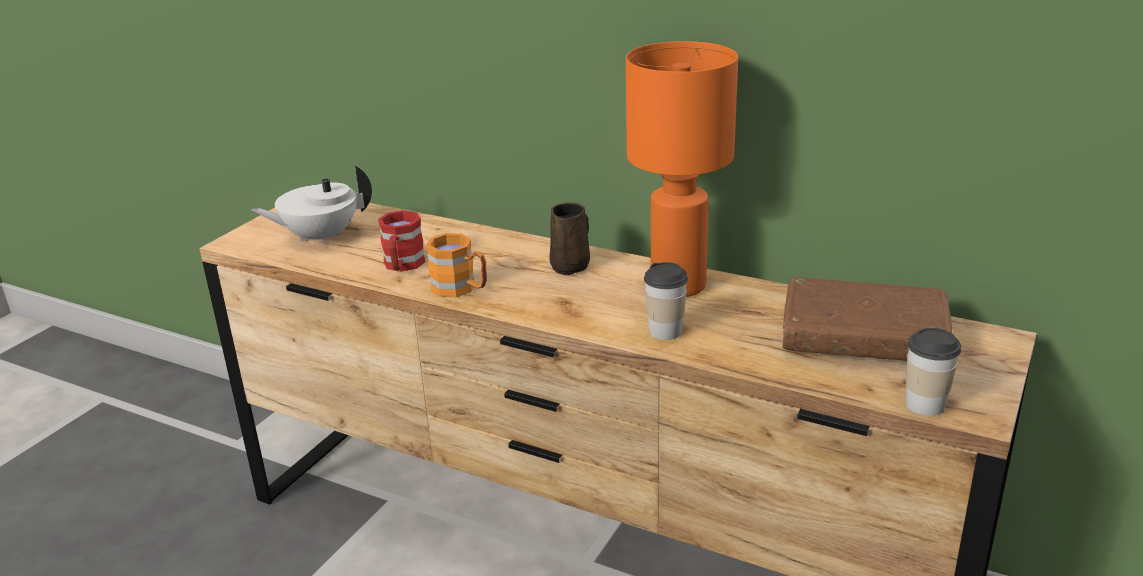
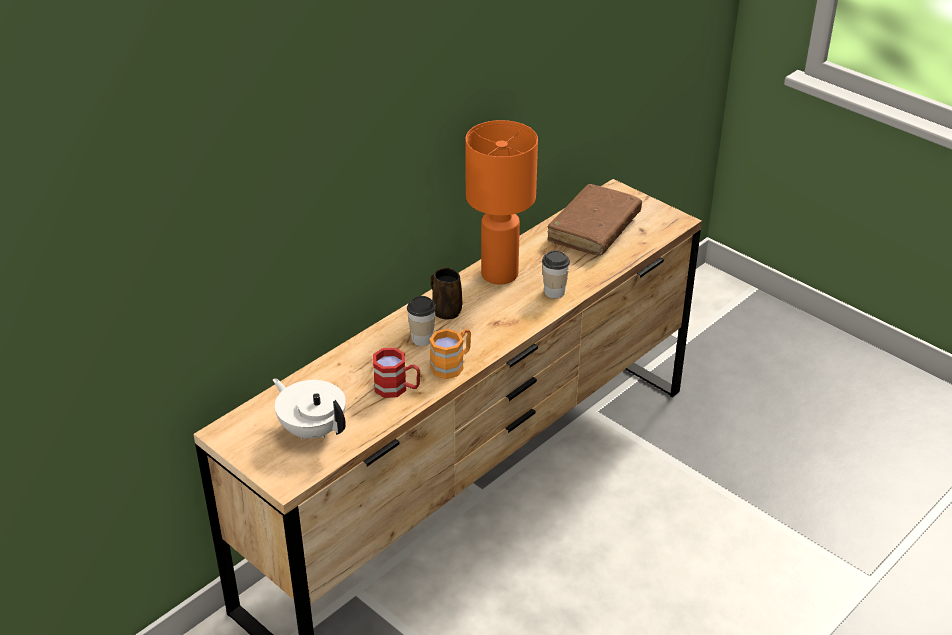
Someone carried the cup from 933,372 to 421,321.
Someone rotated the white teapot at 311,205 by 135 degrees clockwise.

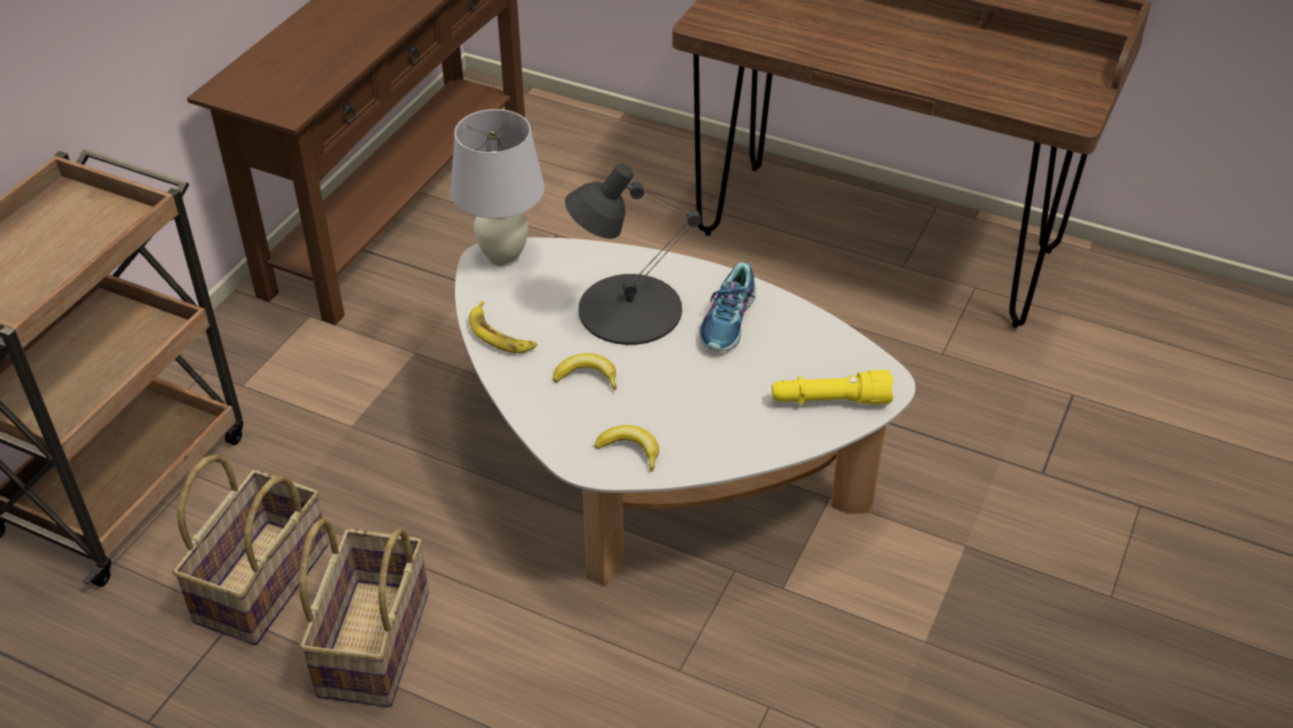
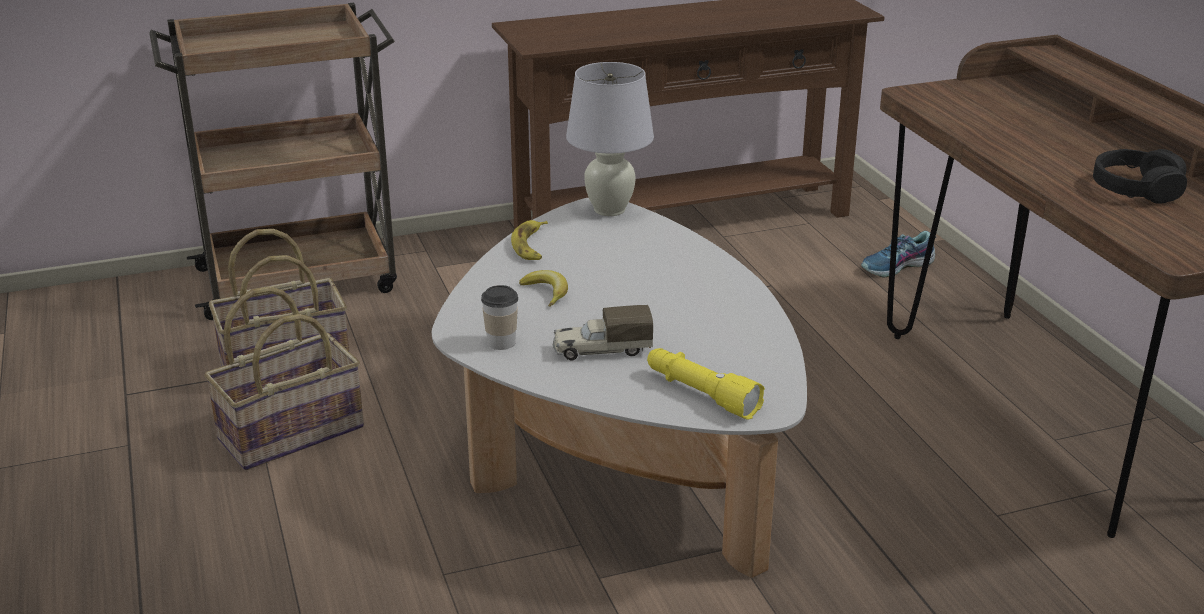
Someone took away the black table lamp at 633,254.
Someone put down the toy truck at 603,332.
Someone put down the black headphones at 1140,176.
Someone carried the shoe from 727,306 to 898,254.
Someone swapped the banana at 626,448 for the cup at 499,317.

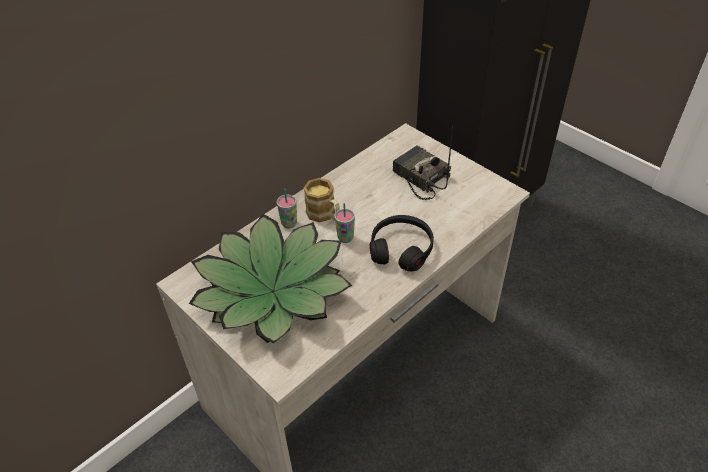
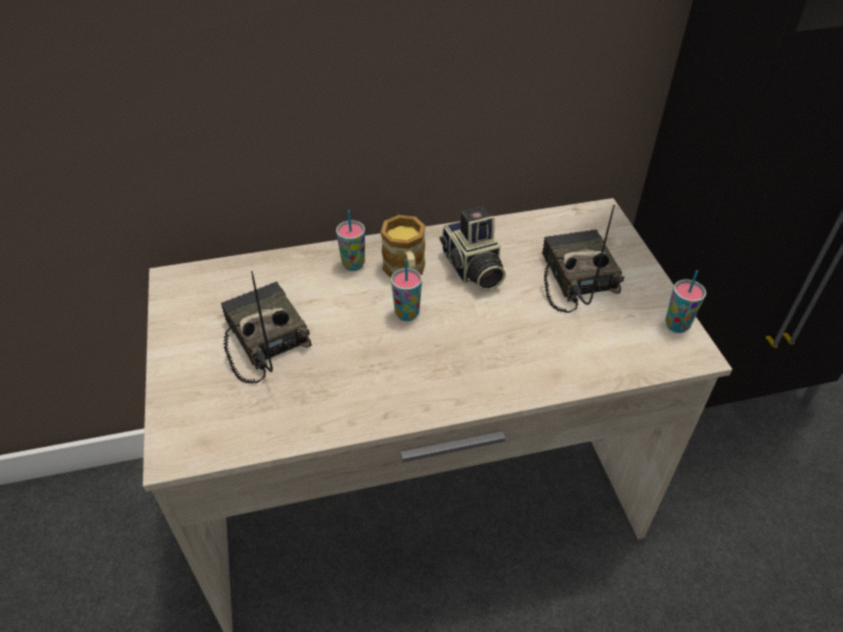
Someone took away the black headphones at 402,243.
Someone put down the photo camera at 473,249.
Someone put down the cup at 685,301.
Someone swapped the potted plant at 270,278 for the radio at 266,327.

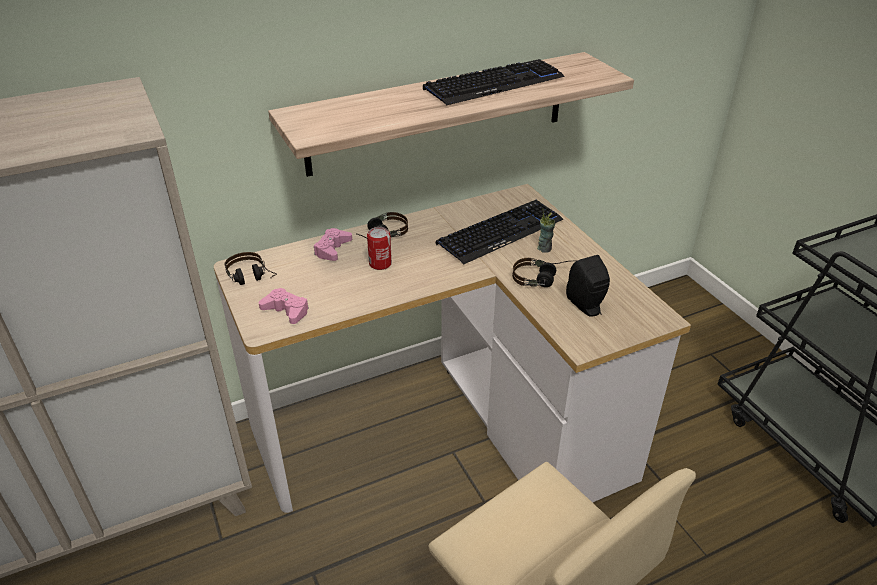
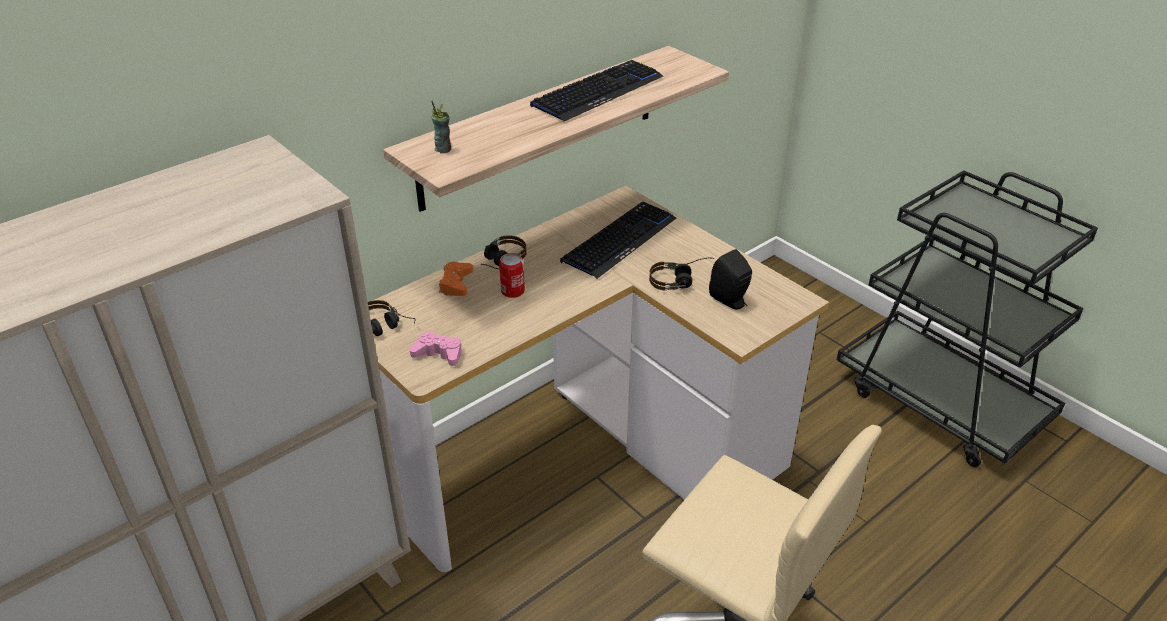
Someone carried the cup from 546,231 to 441,127.
Someone repainted the pink game controller at 333,244, which became the orange game controller at 456,279.

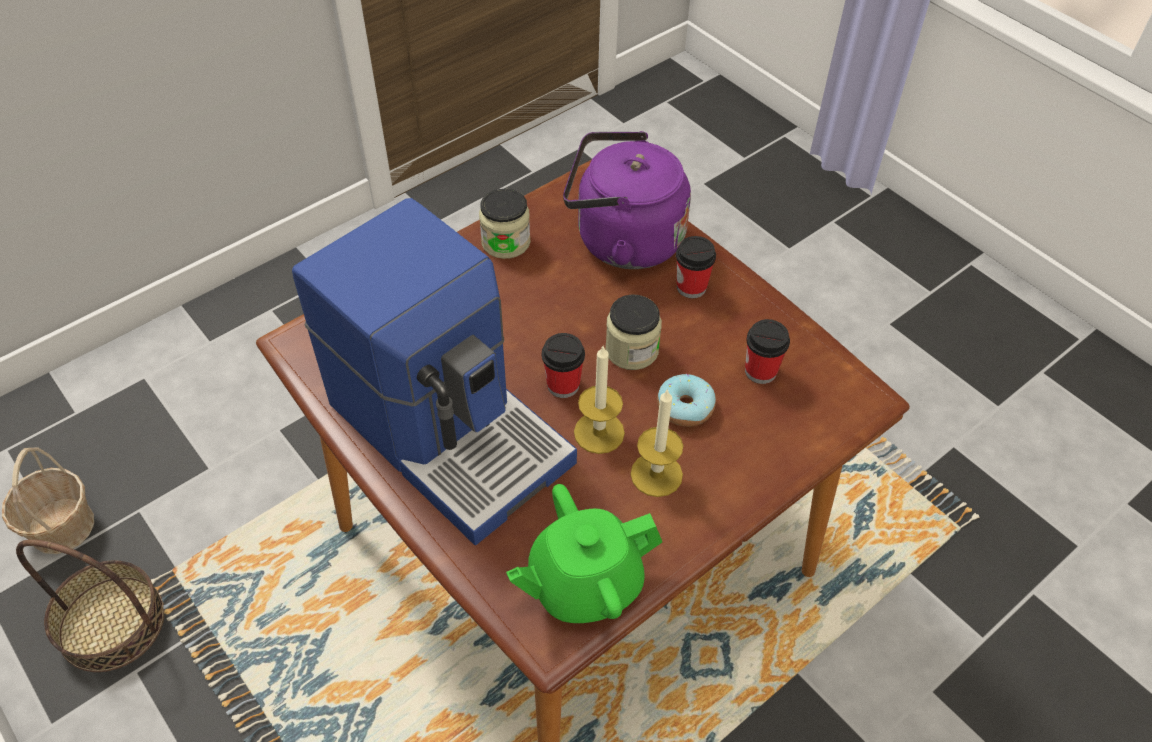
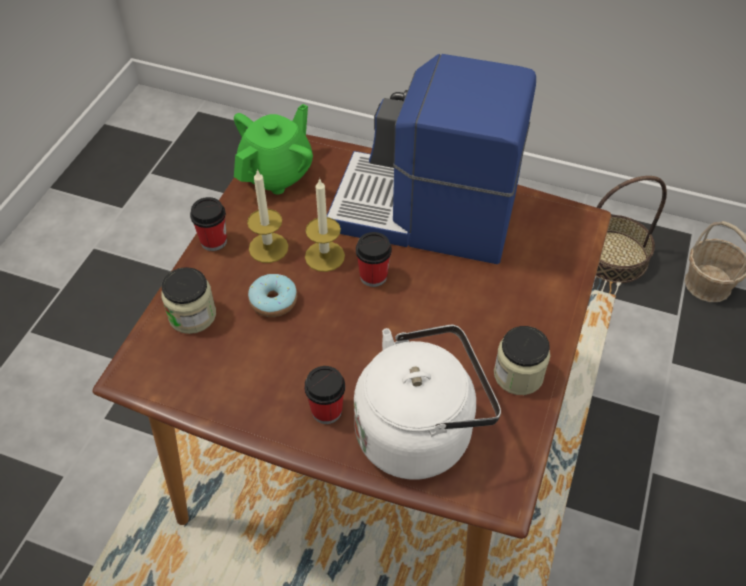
Someone carried the jar from 633,332 to 188,300.
Someone carried the cup from 767,351 to 208,224.
Someone repainted the purple kettle at 627,200, which became the white kettle at 427,402.

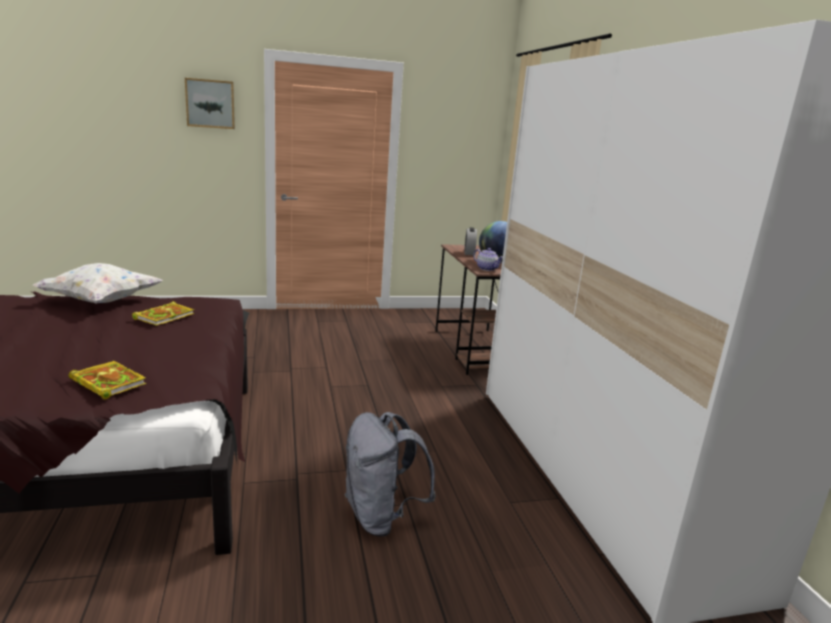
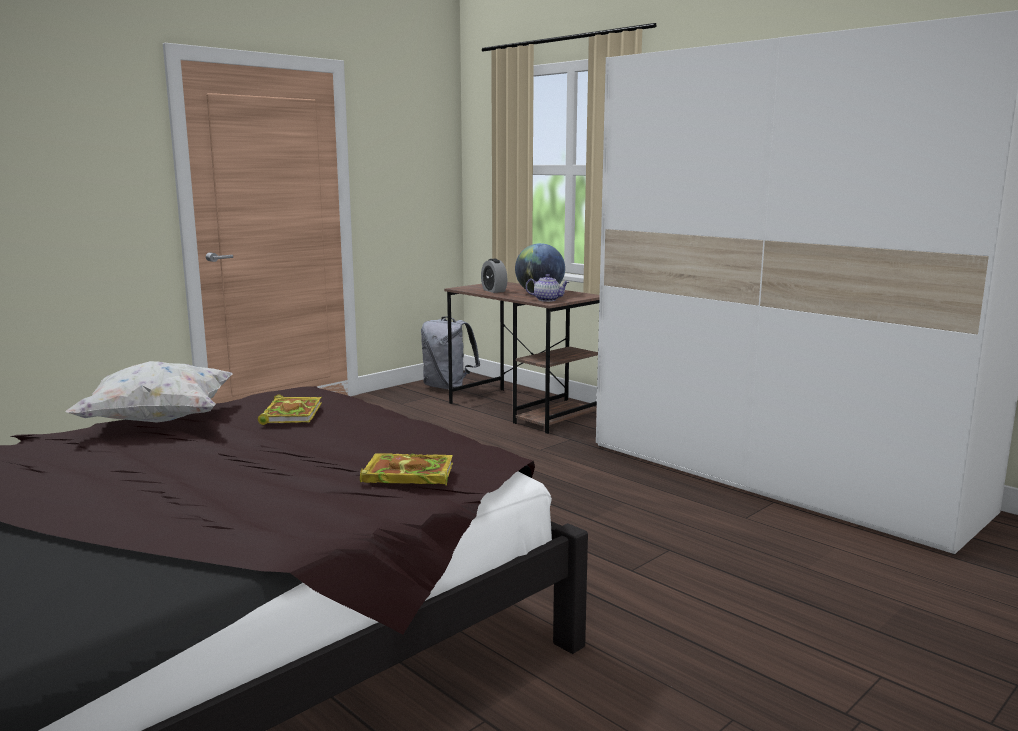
Someone took away the picture at 210,103.
Someone carried the grey backpack from 390,474 to 450,352.

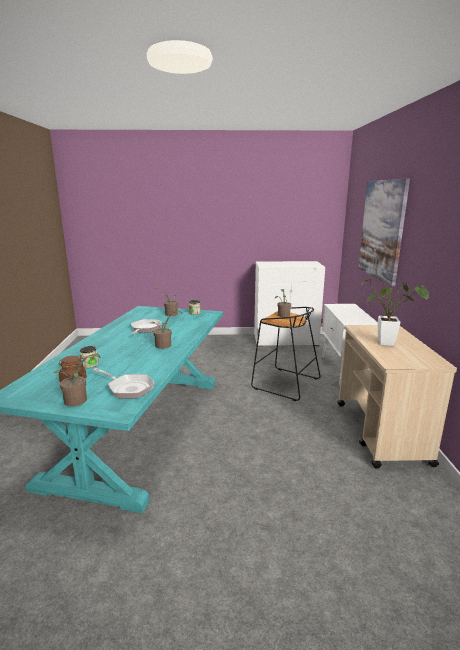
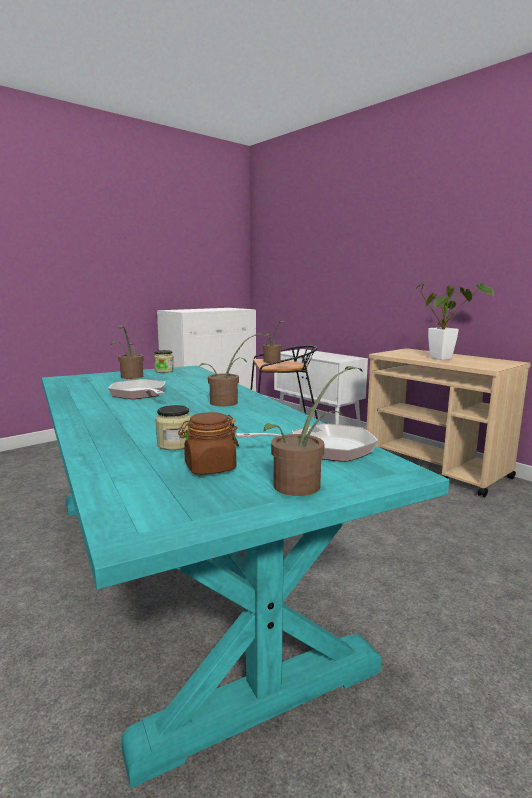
Someone took away the picture at 384,232.

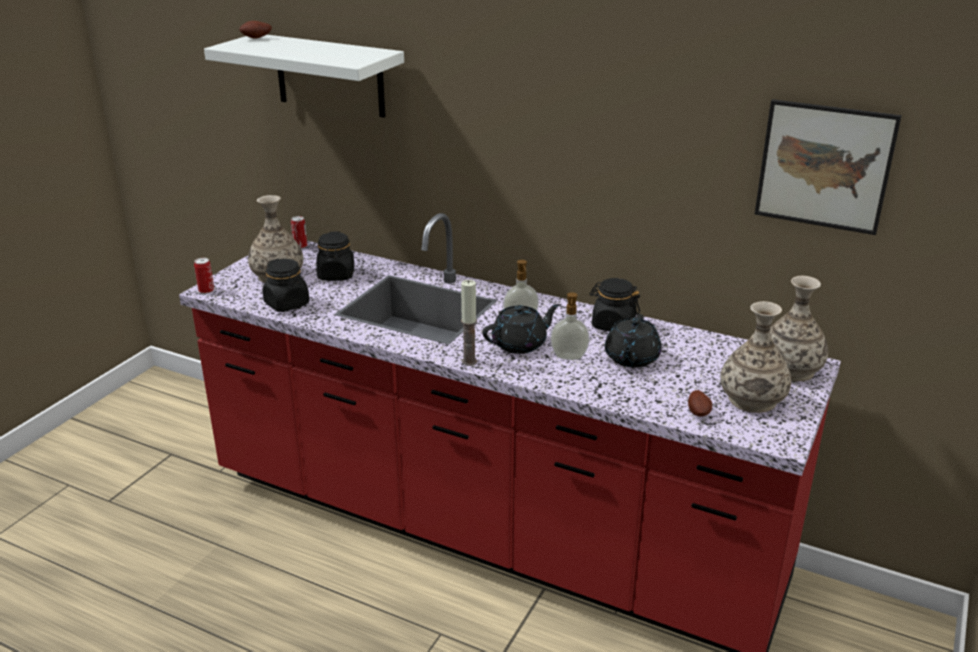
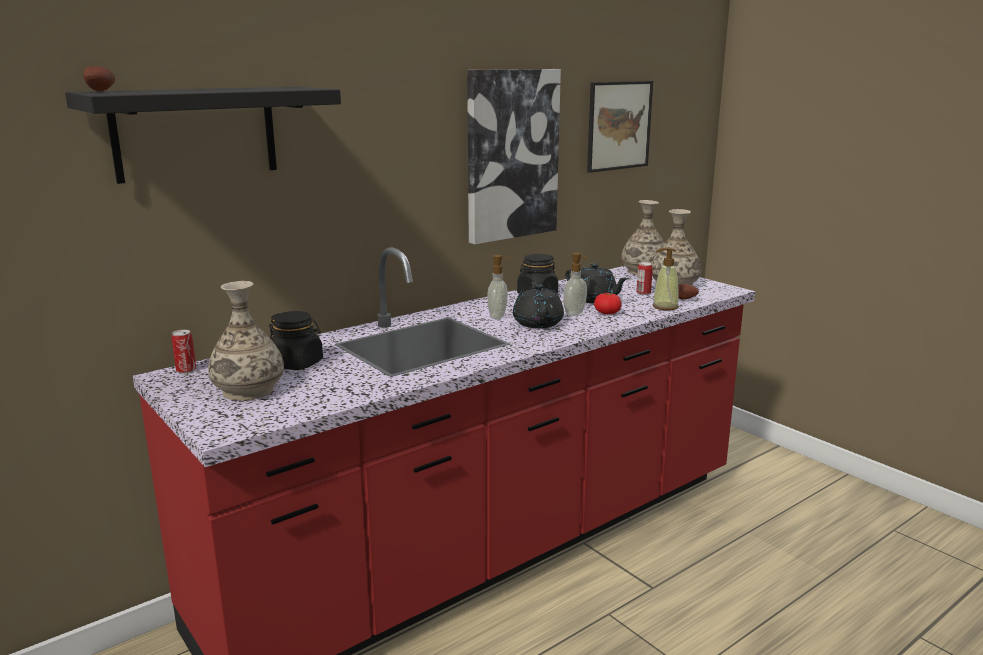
Someone took away the black jar at 285,285.
Someone took away the candle at 469,323.
Someone put up the picture at 514,156.
Someone put down the tomato at 608,303.
Someone put down the soap dispenser at 665,279.
Someone carried the can from 204,276 to 644,278.
Someone repainted the white shelf at 304,76, which became the black shelf at 203,135.

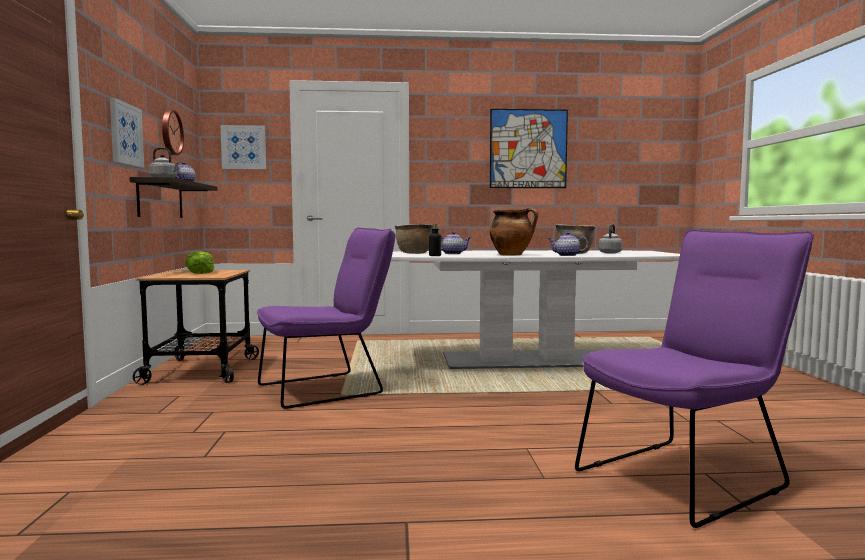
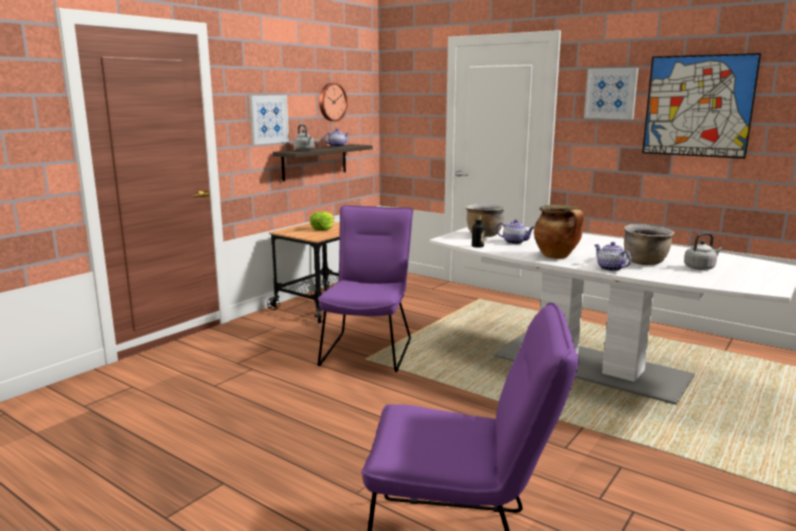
Someone carried the picture from 243,147 to 611,93.
Someone rotated the purple chair at 326,318 by 90 degrees counterclockwise.

